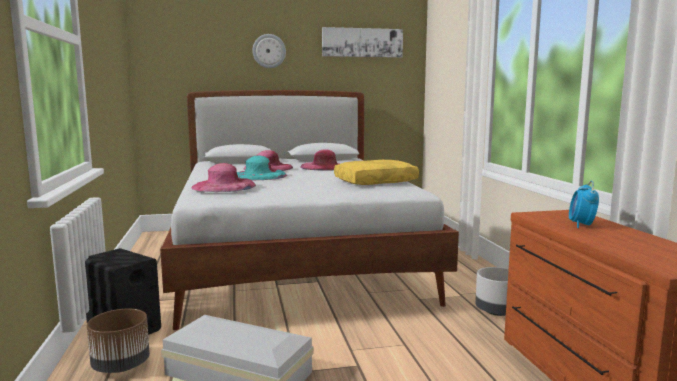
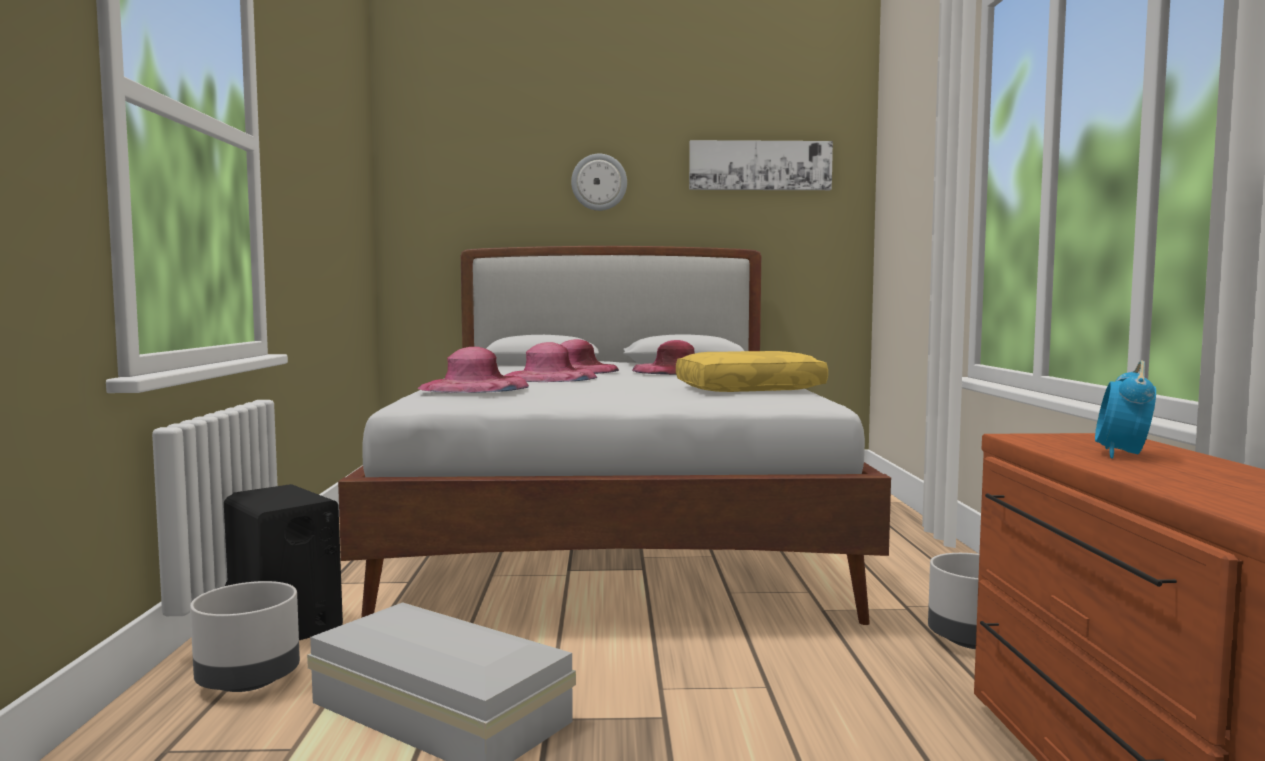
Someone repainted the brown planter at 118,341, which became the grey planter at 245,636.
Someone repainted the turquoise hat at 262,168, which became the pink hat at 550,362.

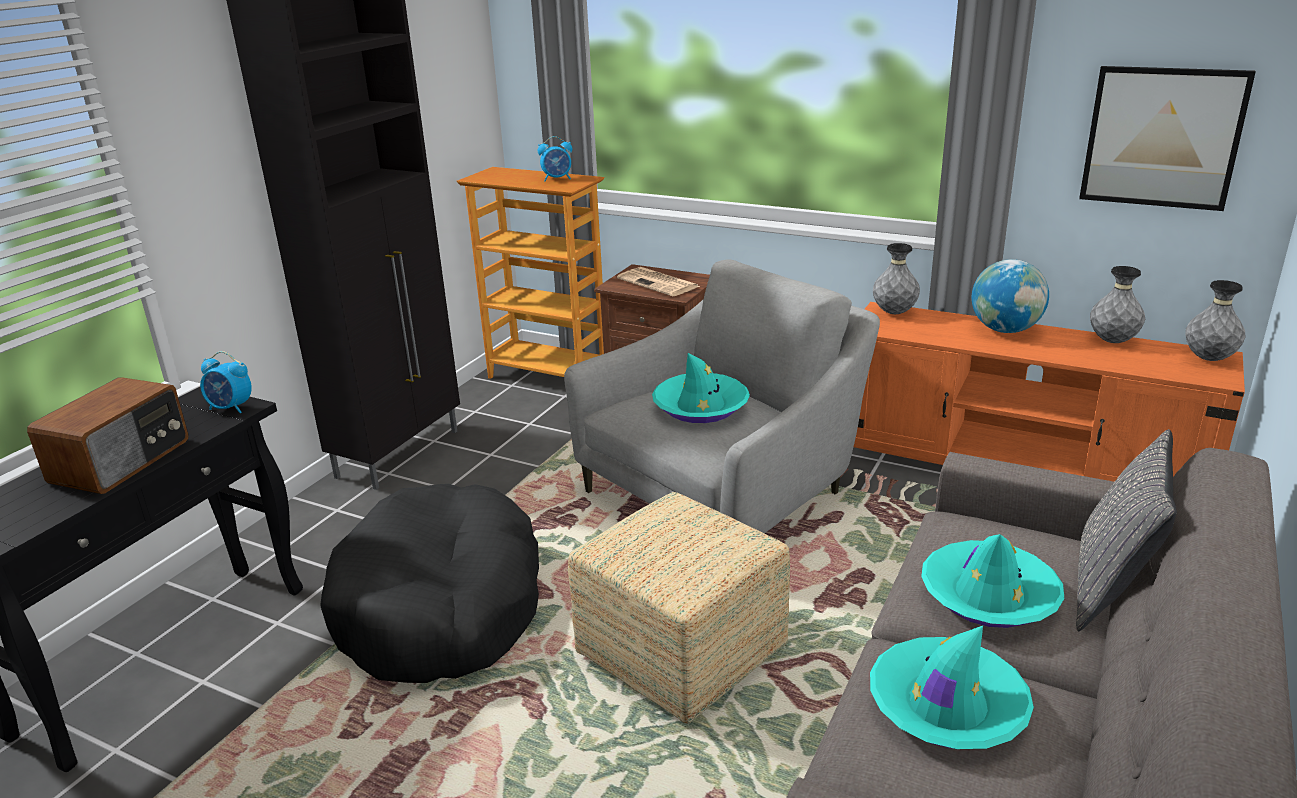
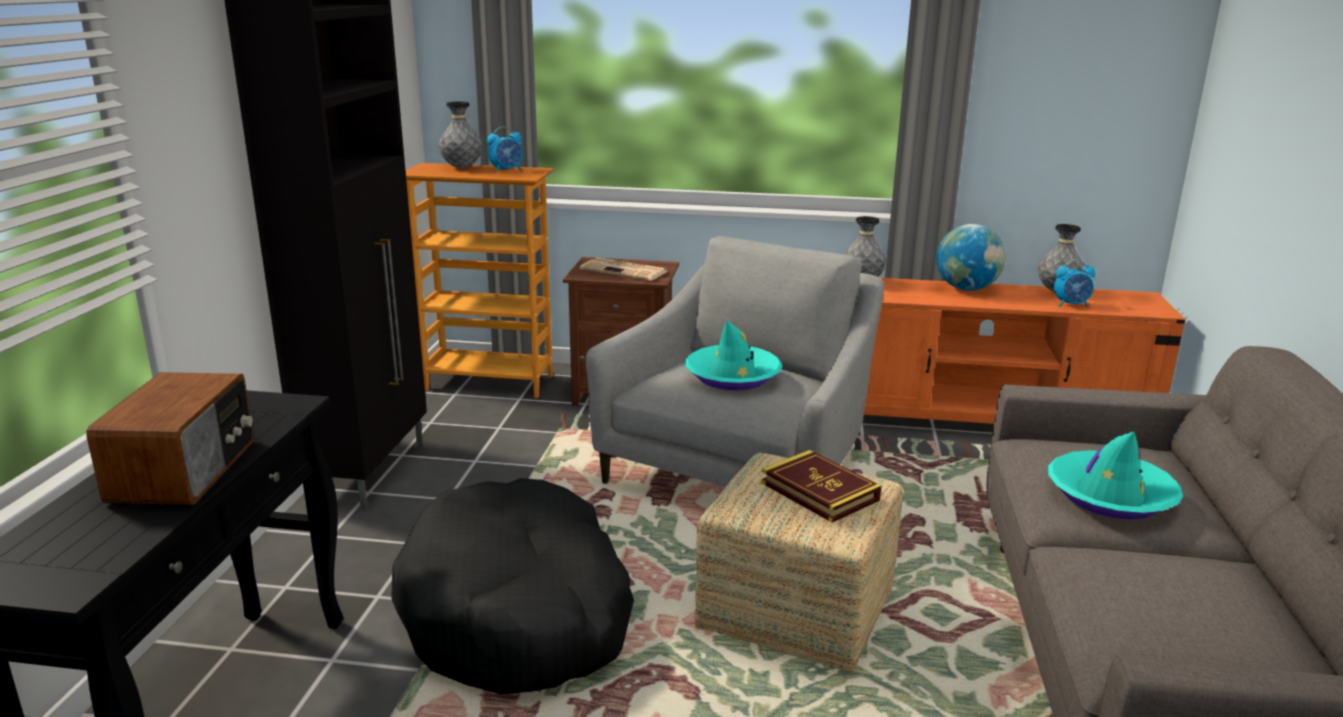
Someone took away the turquoise hat at 952,687.
Someone took away the grey pillow at 1126,530.
Someone took away the picture at 1167,138.
Someone put down the book at 821,486.
Someone carried the alarm clock from 226,382 to 1074,283.
Someone carried the grey vase from 1215,320 to 460,134.

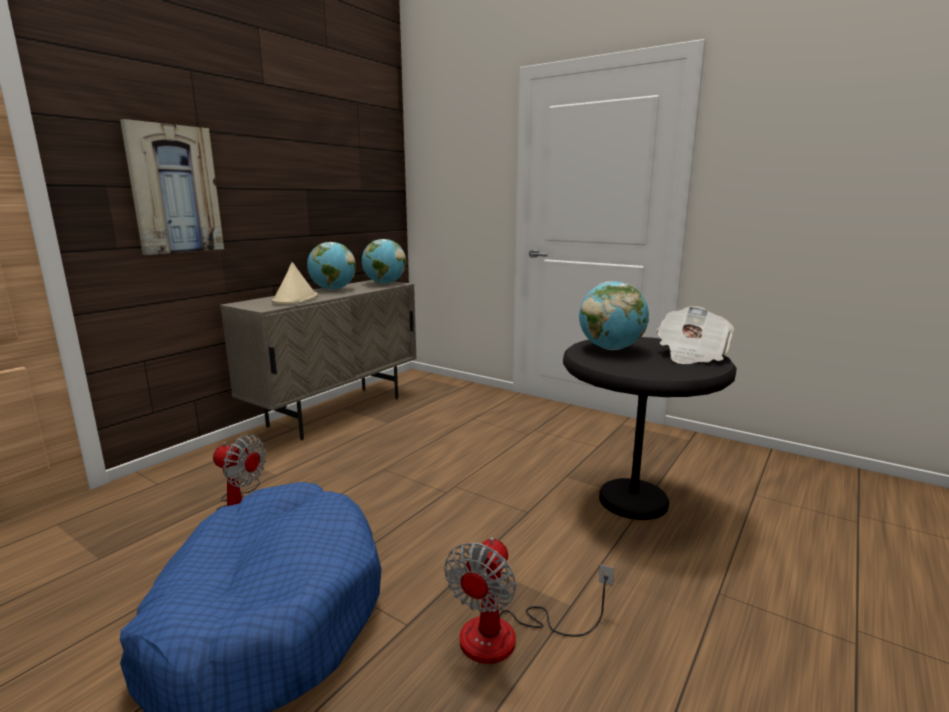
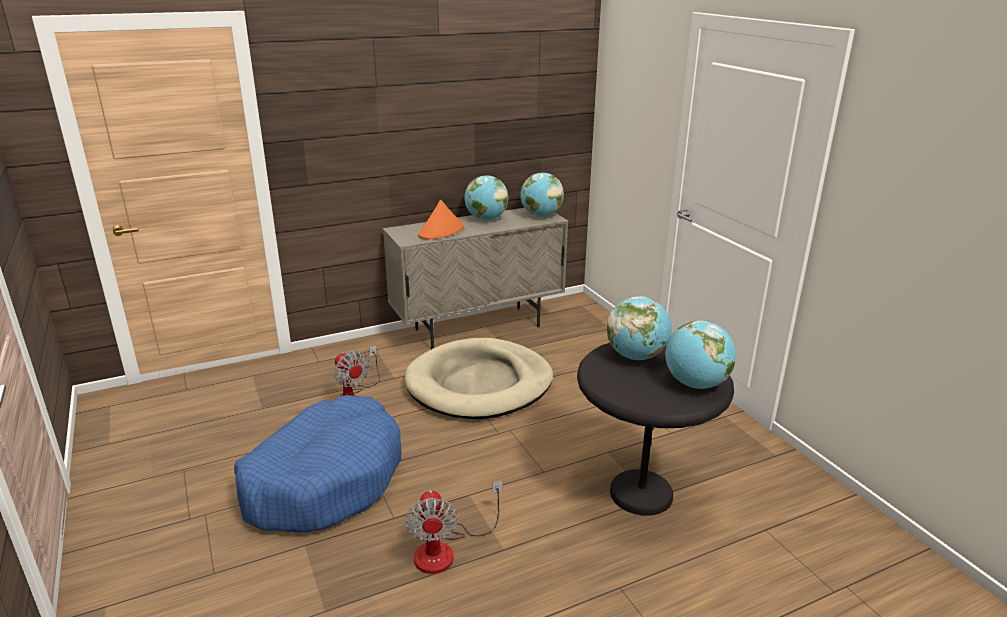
Someone took away the picture at 172,187.
Someone put down the beige dog bed at 479,378.
Someone swapped the newspaper at 695,335 for the globe at 700,354.
Someone repainted the beige hat at 294,283, which became the orange hat at 441,219.
Someone rotated the fan at 529,600 by 60 degrees counterclockwise.

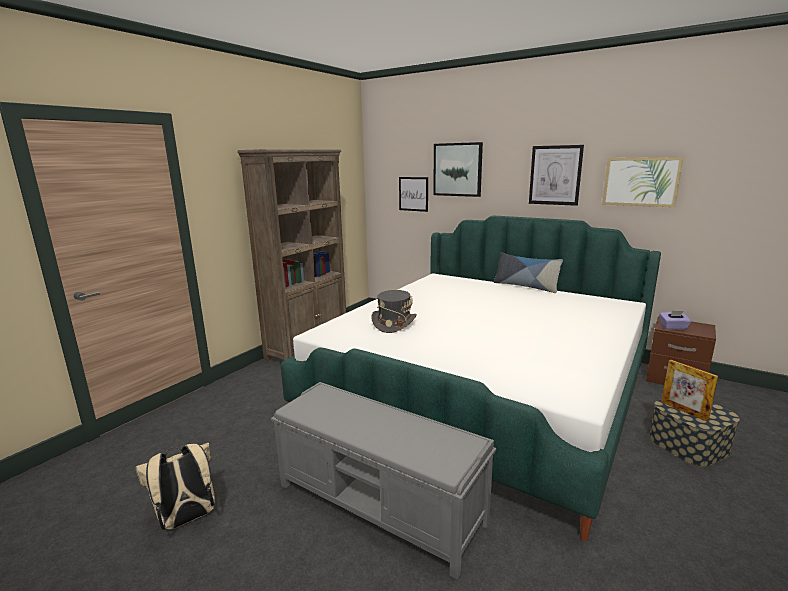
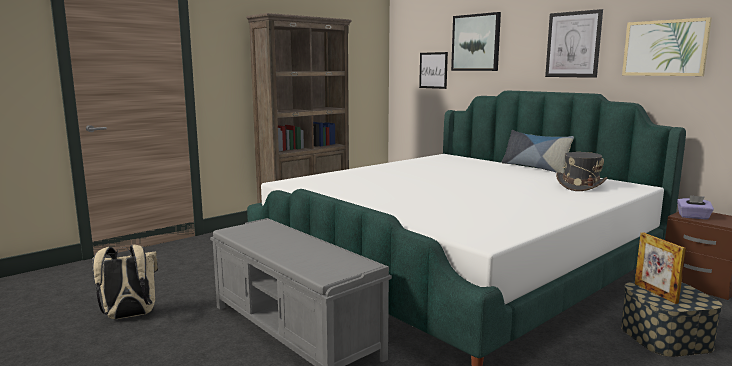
Someone carried the grey hat from 394,311 to 582,171.

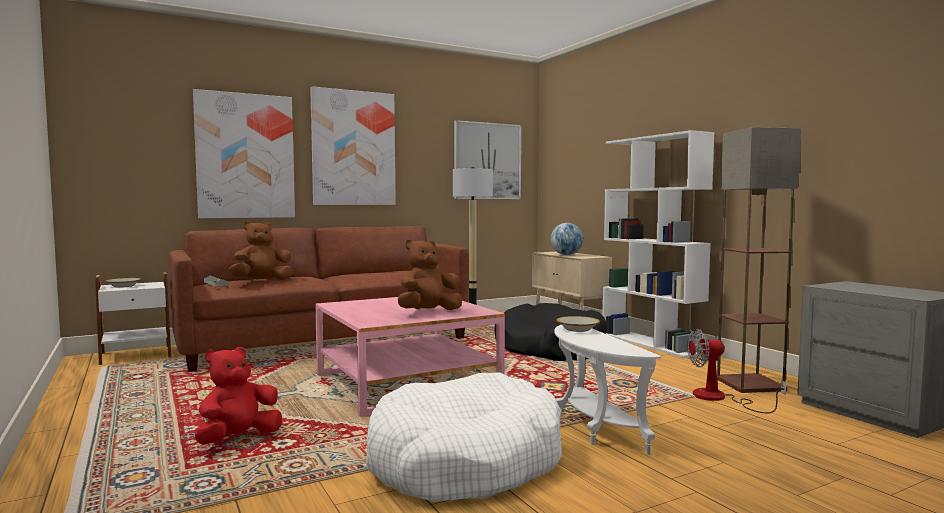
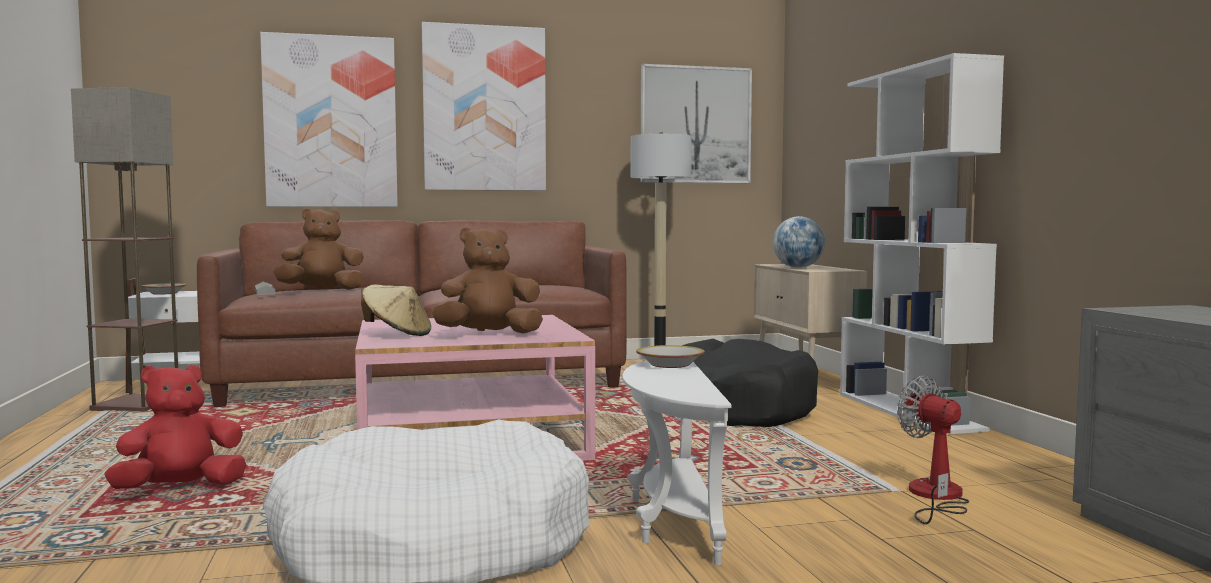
Someone put down the beige hat at 396,310.
Someone carried the floor lamp from 759,260 to 124,249.
Someone rotated the fan at 737,371 by 45 degrees clockwise.

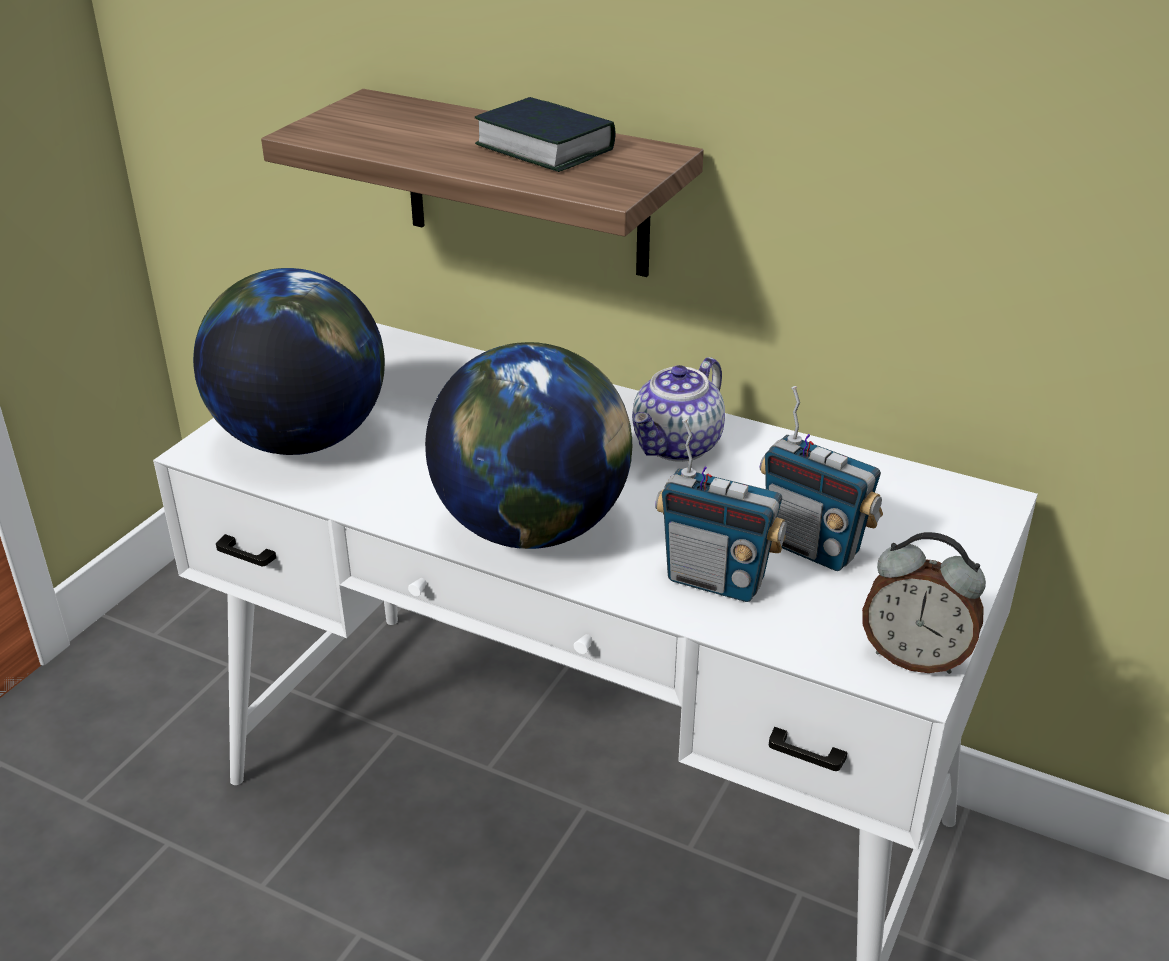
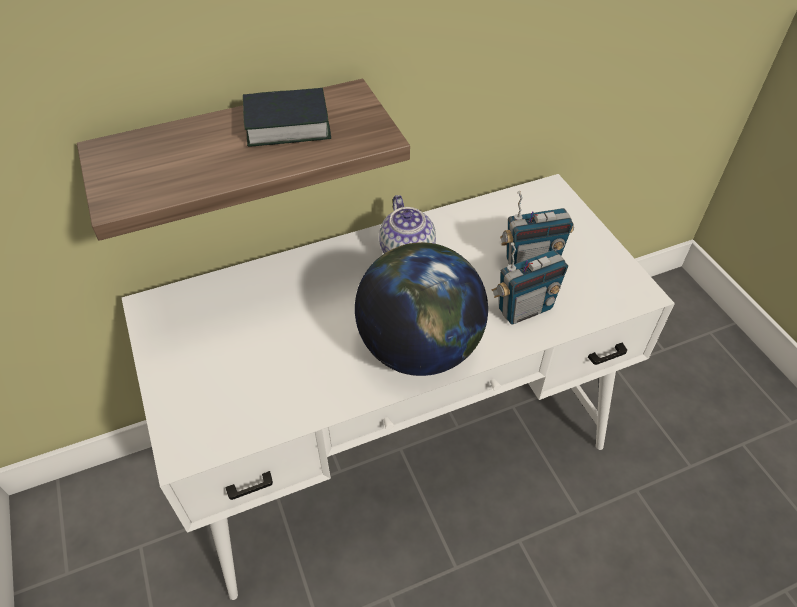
Someone took away the globe at 289,361.
Someone took away the alarm clock at 924,603.

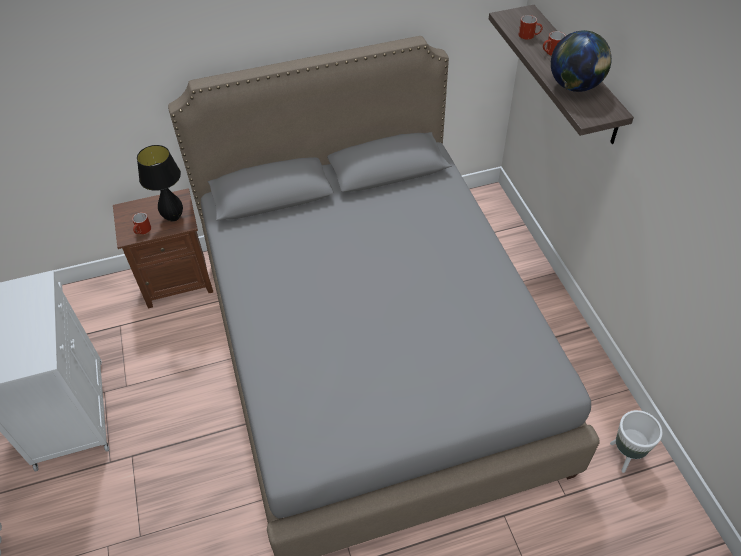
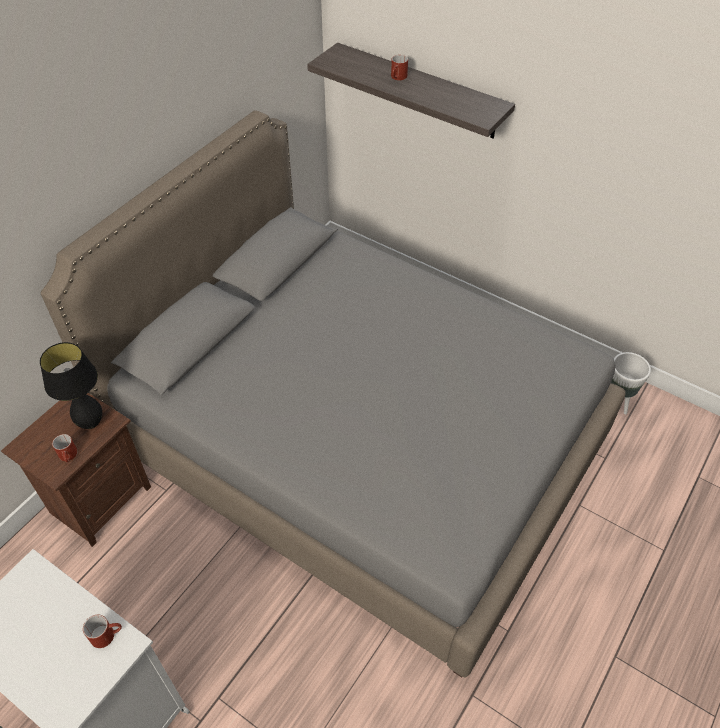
Someone took away the globe at 581,61.
Someone carried the red mug from 531,27 to 102,631.

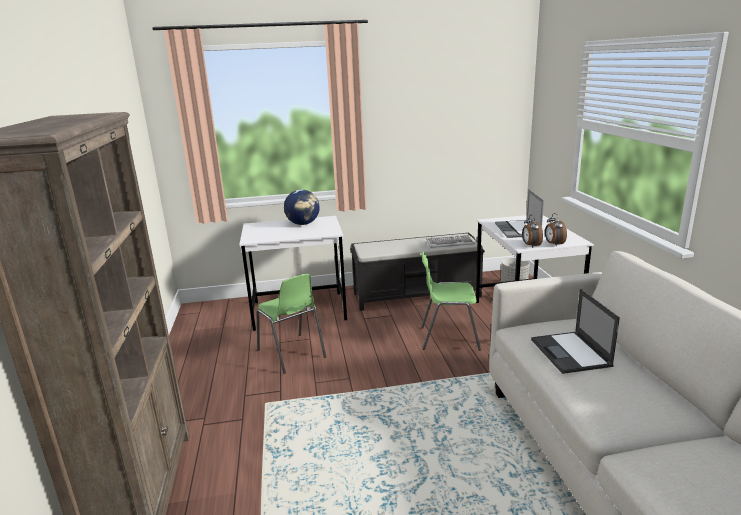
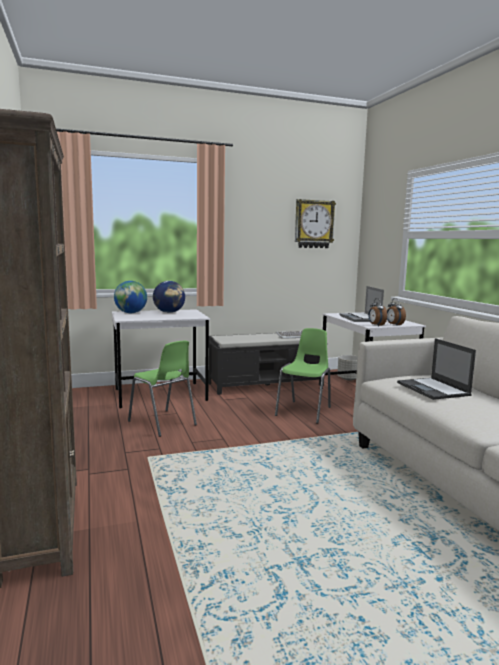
Someone put down the globe at 130,297.
Someone put up the wall clock at 315,223.
Someone rotated the green chair at 451,301 by 120 degrees clockwise.

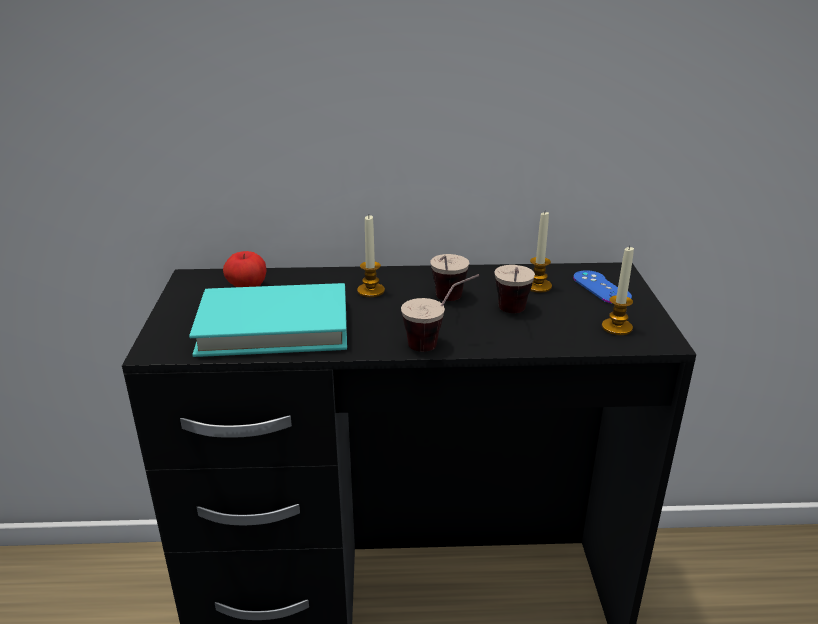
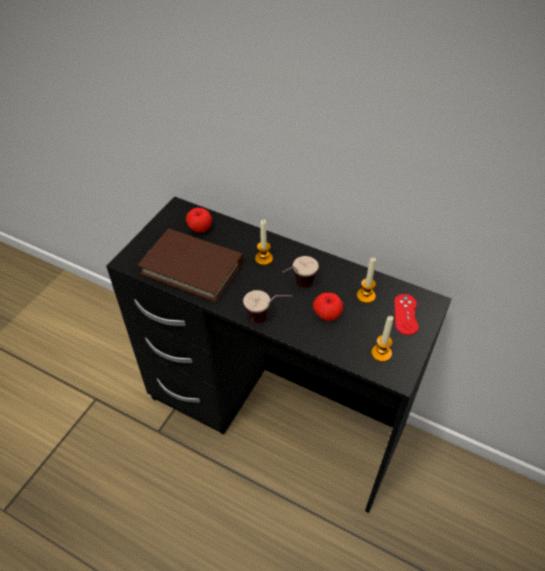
Someone swapped the cup at 515,289 for the apple at 328,307.
Someone repainted the turquoise book at 268,320, which became the brown book at 190,266.
Someone repainted the blue game controller at 602,287, which became the red game controller at 406,314.

